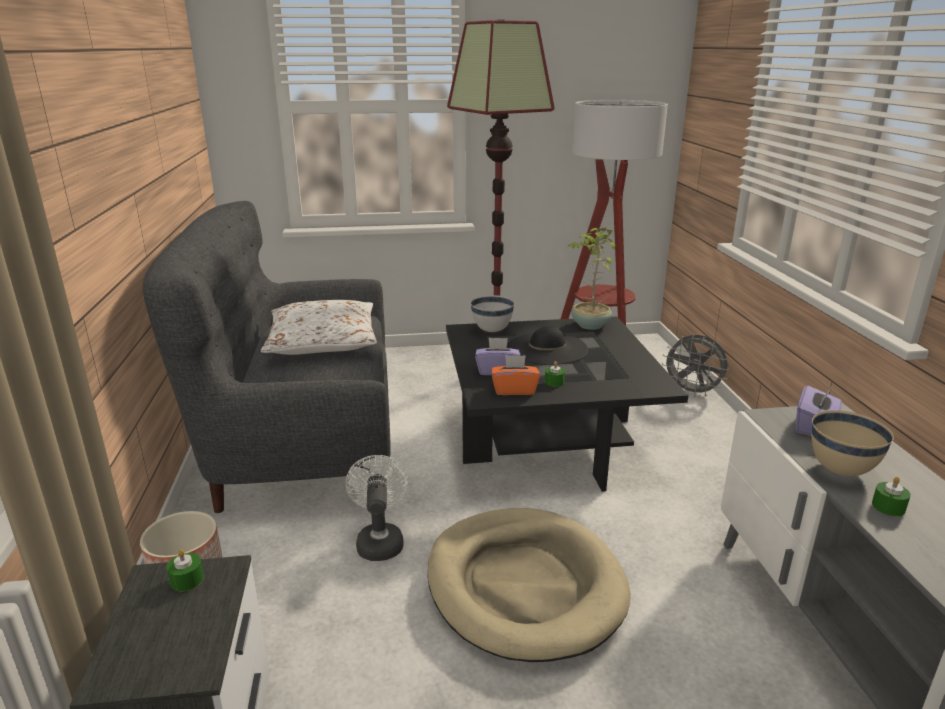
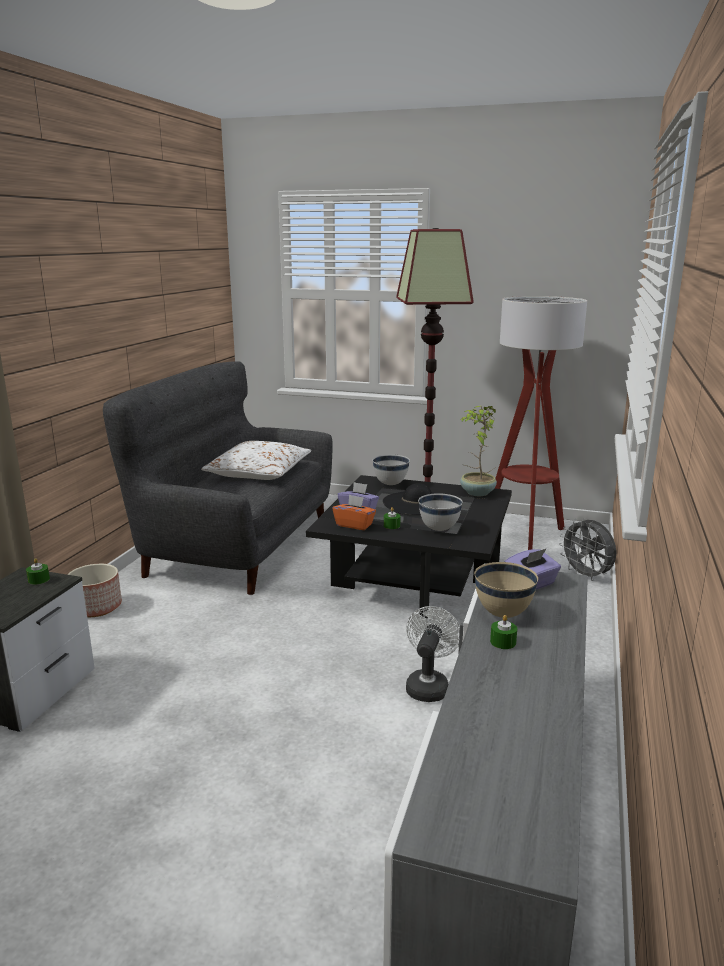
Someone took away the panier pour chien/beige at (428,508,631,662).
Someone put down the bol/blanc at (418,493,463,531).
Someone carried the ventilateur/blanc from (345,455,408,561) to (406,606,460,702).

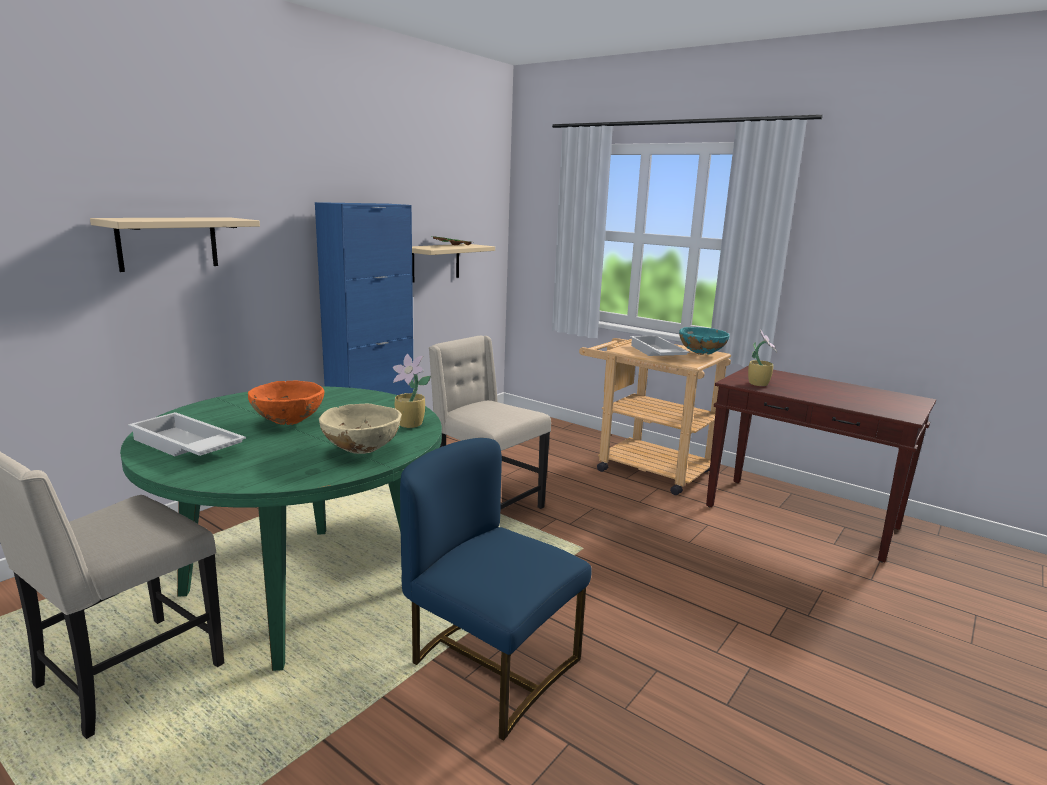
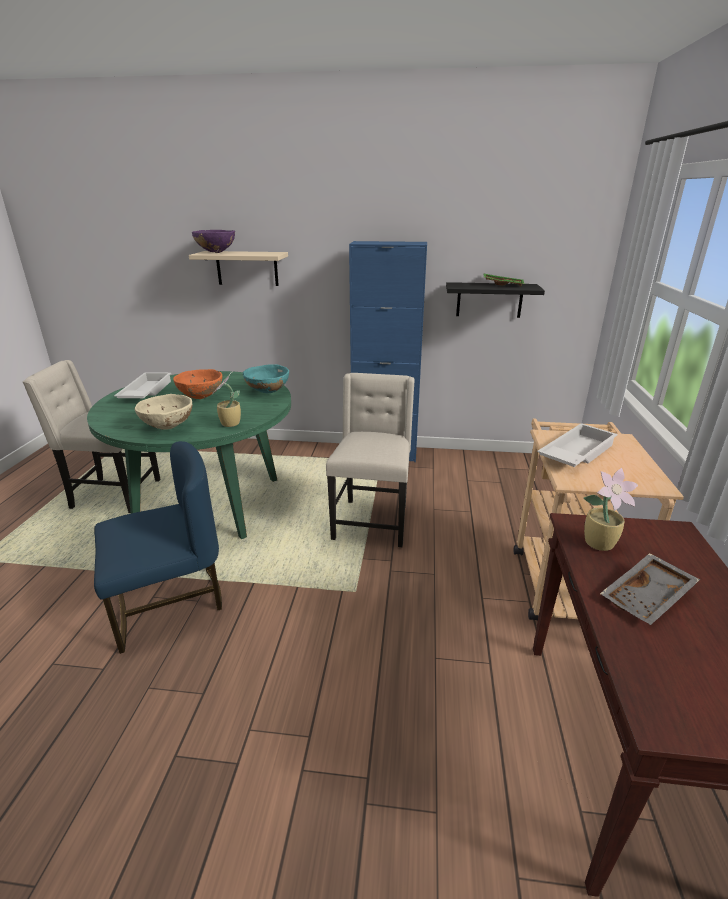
Someone put down the bol/violet at (192,230,235,253).
Someone put down the plateau/gris at (600,553,700,625).
Someone carried the bol/turquoise from (679,327,730,355) to (243,364,289,393).
Someone repainted the étagère/beige at (412,244,495,283), which became the étagère/noir at (446,282,545,318).
Someone rotated the chaise/bleu at (400,438,592,741) by 60 degrees clockwise.

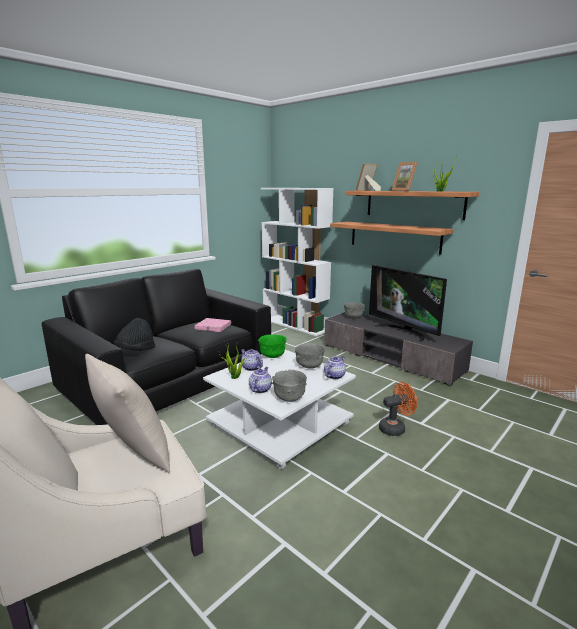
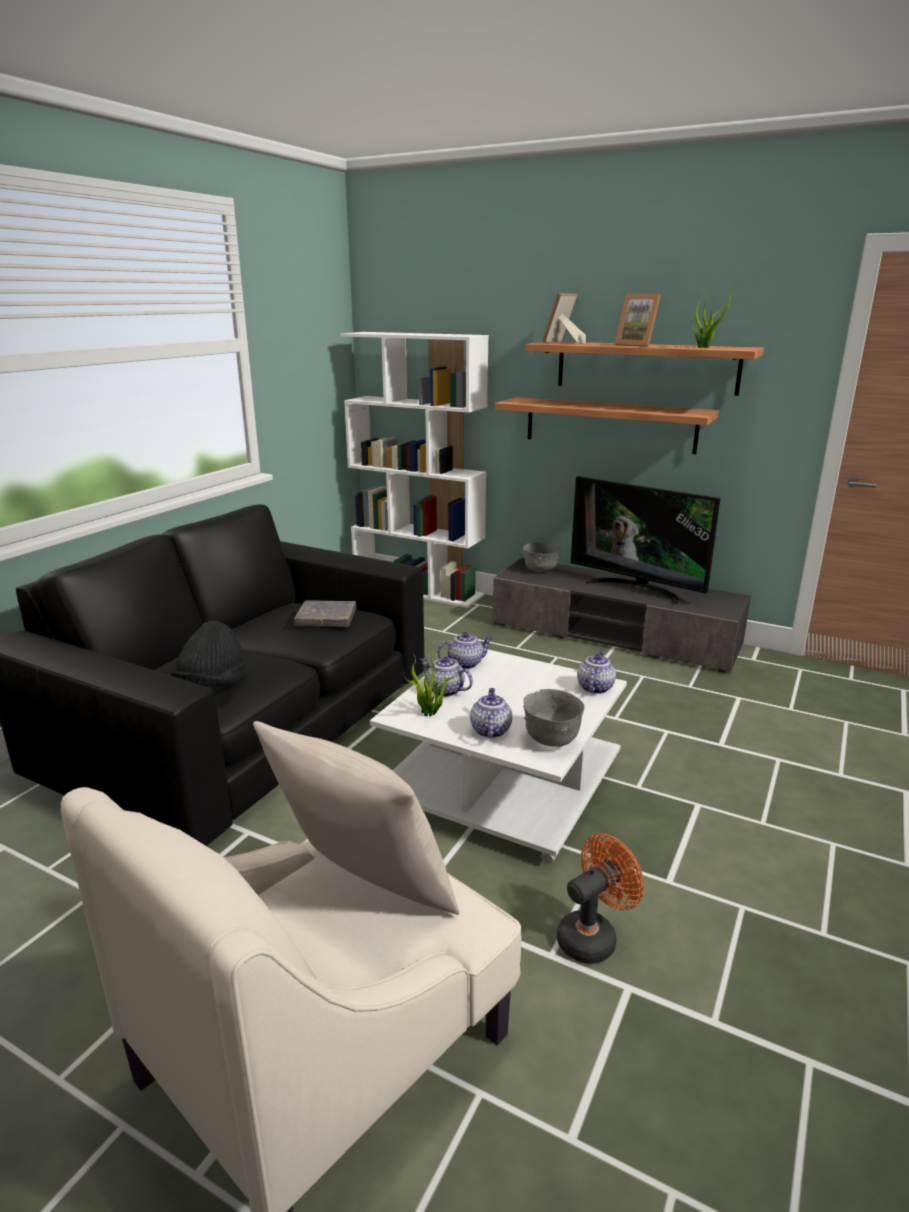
Someone took away the bol/gris at (295,343,325,369).
Someone carried the ventilateur/orange from (379,382,417,436) to (557,834,644,964).
Someone swapped the bol/vert at (258,335,287,358) for the théière at (437,632,493,669).
Someone repainted the livre/rose at (195,318,231,332), which became the livre/gris at (294,600,356,627).

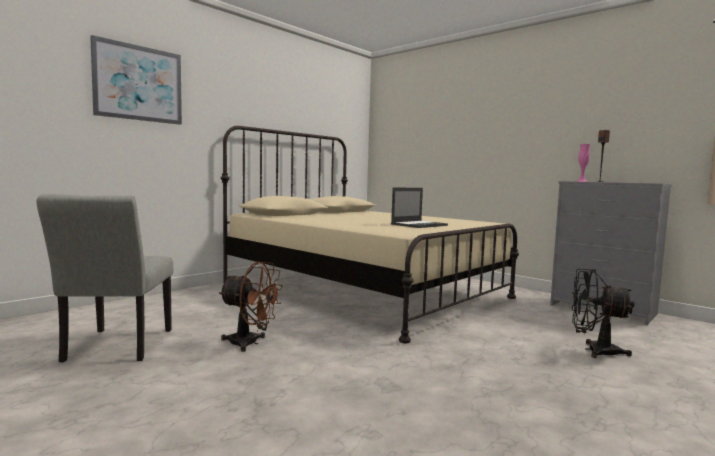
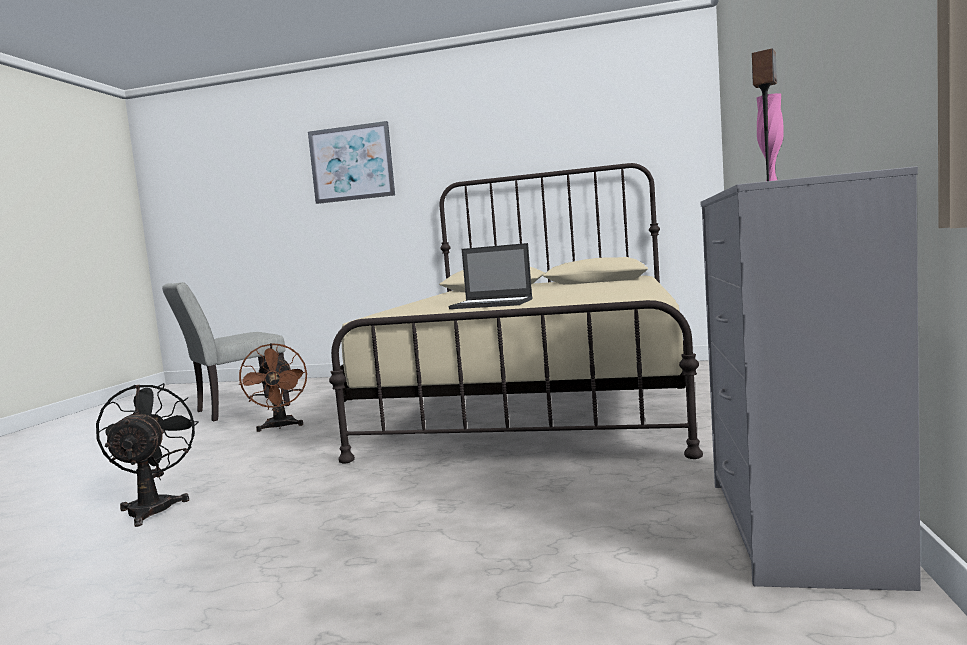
Someone carried the ventilateur/noir from (572,269,635,358) to (96,383,199,527).

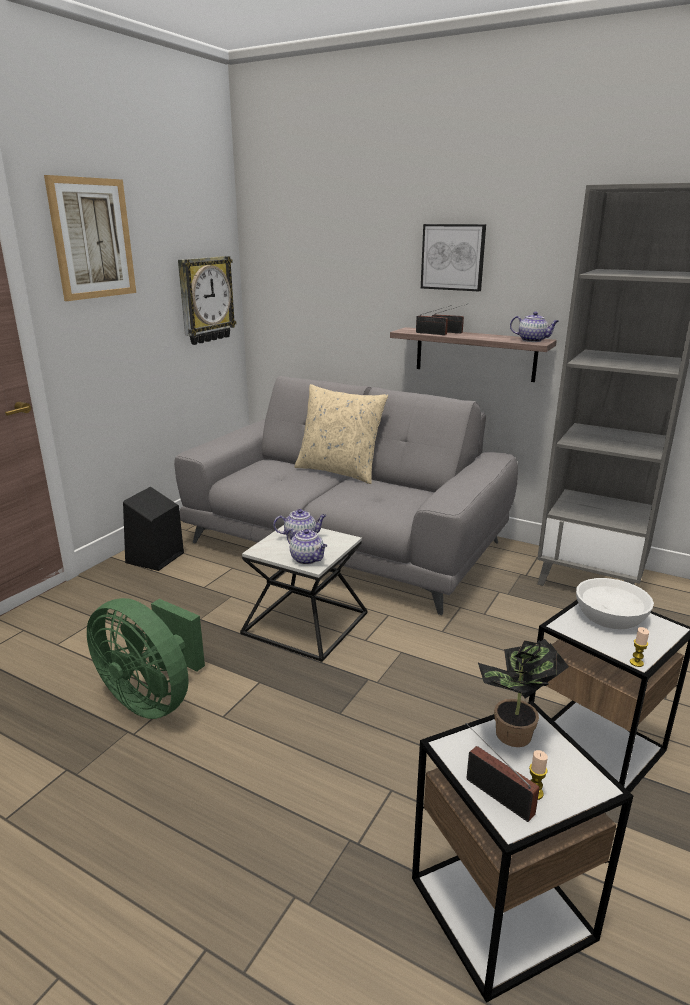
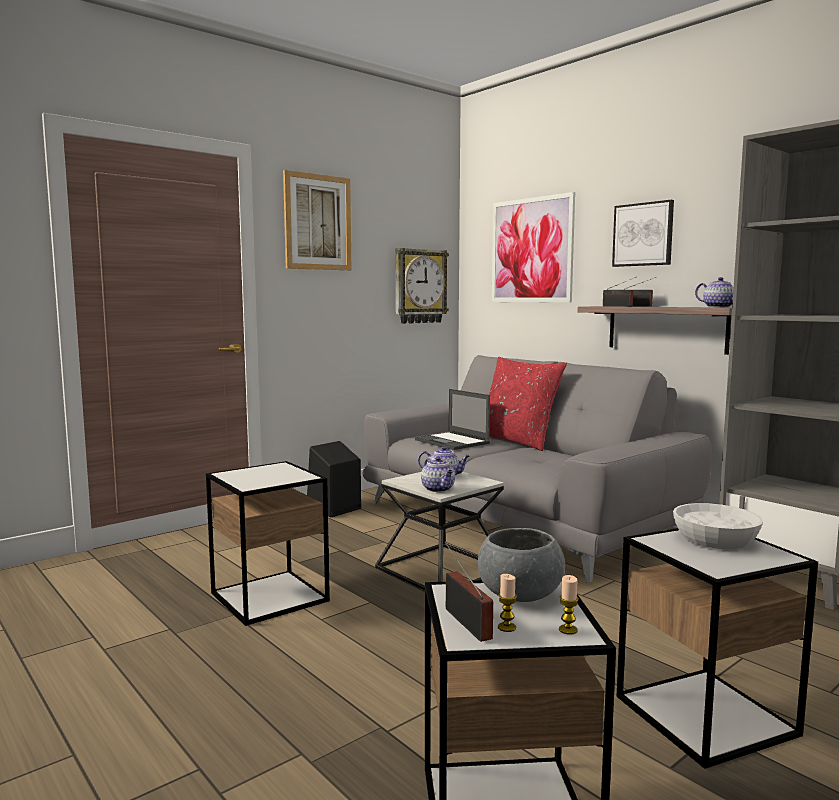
Someone put down the ordinateur portable at (415,389,490,450).
Someone put up the tableau at (492,192,575,303).
Someone carried the bougie from (630,627,649,667) to (559,575,579,635).
Someone swapped the ventilateur/vert at (87,598,205,719) for the table d'appoint at (206,461,330,626).
Someone swapped the plante en pot at (478,639,569,747) for the bol/gris at (478,528,565,602).
Someone repainted the coussin/beige at (294,384,388,484), which became the coussin/rouge at (489,357,567,451).

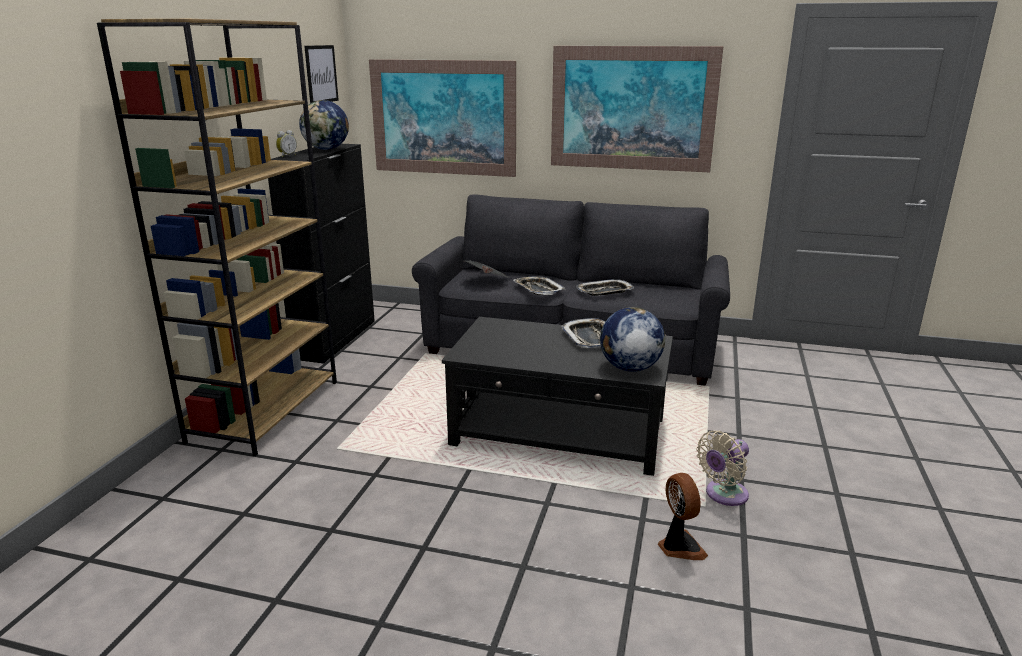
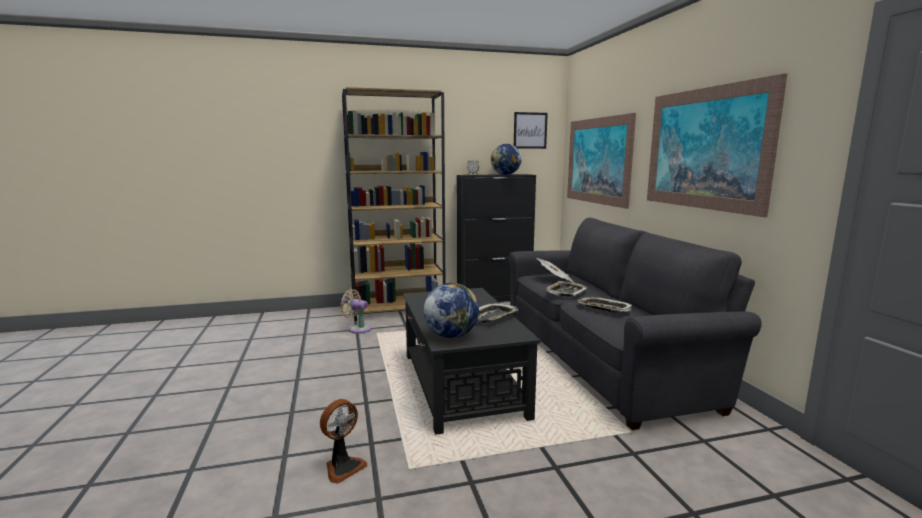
Someone carried the ventilateur/beige from (696,431,749,506) to (340,289,371,334).

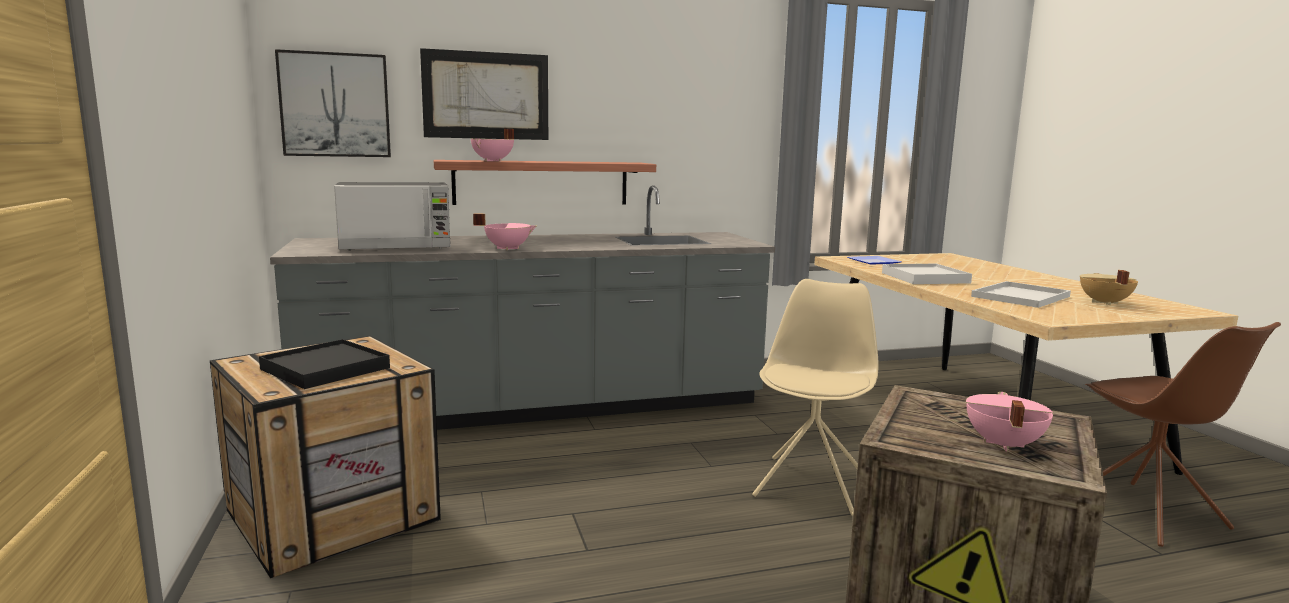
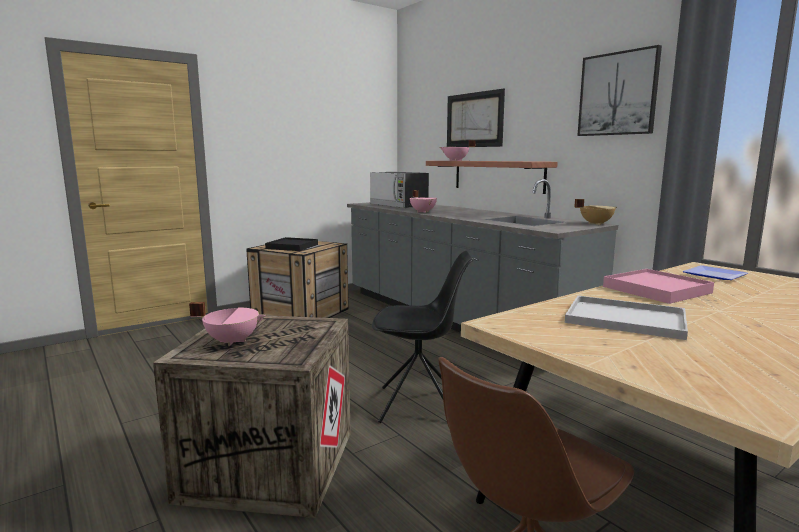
Someone carried the tableau from (275,49,391,157) to (577,45,662,136).
Someone carried the marmite/beige from (1080,270,1138,305) to (574,199,617,225).
Someone repainted the chaise/beige at (752,279,878,516), which became the chaise/noir at (372,251,474,423).
Someone repainted the plateau/blanc at (882,264,972,284), which became the plateau/rose at (603,269,714,304).

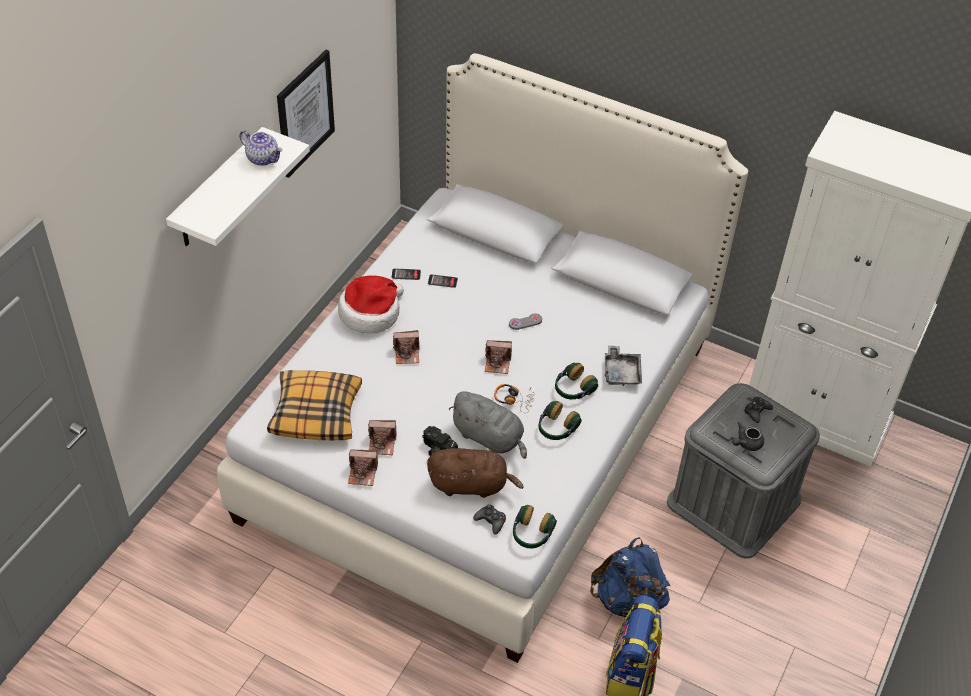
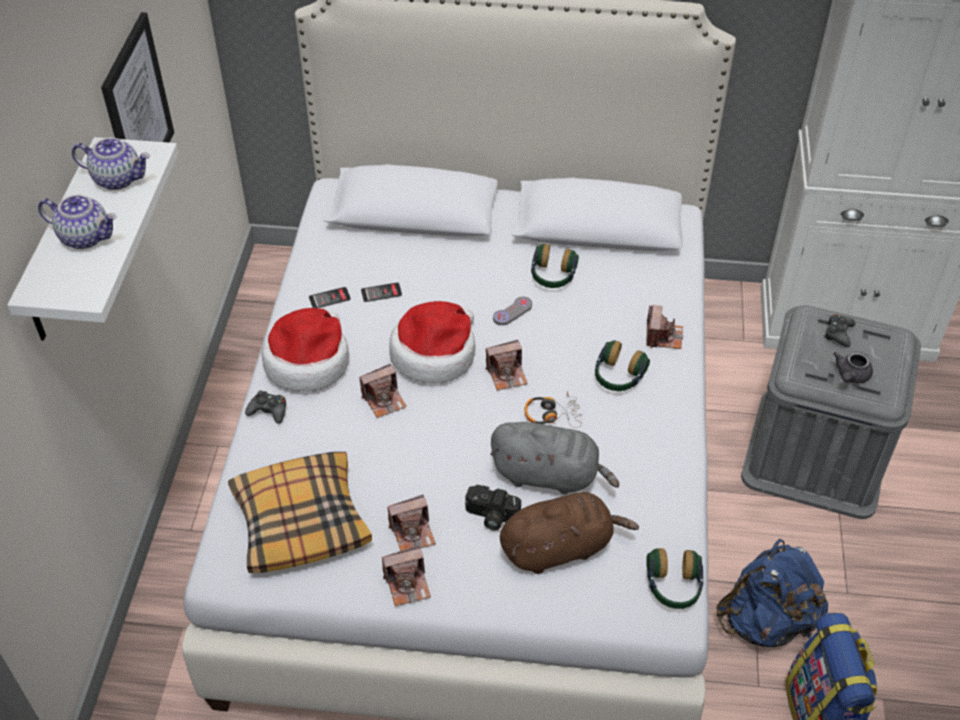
Someone put down the théière at (38,195,117,249).
Someone put down the chapeau at (389,301,475,383).
Someone carried the manette/noir from (473,504,506,535) to (245,391,286,424).
Someone carried the casque audio from (538,401,582,440) to (531,244,579,288).
Someone swapped the plateau/gris at (605,346,642,386) for the appareil photo at (646,305,683,349).

